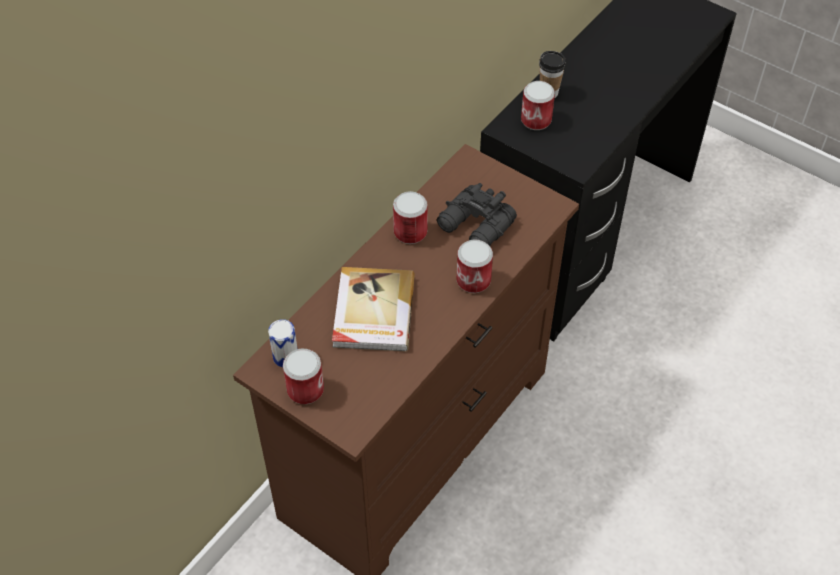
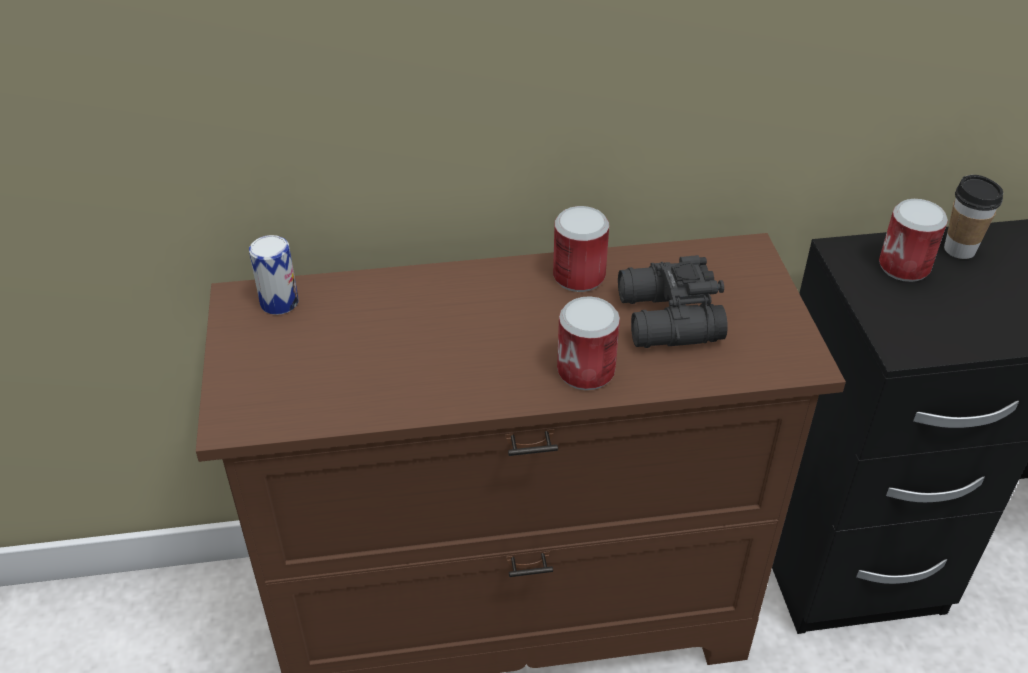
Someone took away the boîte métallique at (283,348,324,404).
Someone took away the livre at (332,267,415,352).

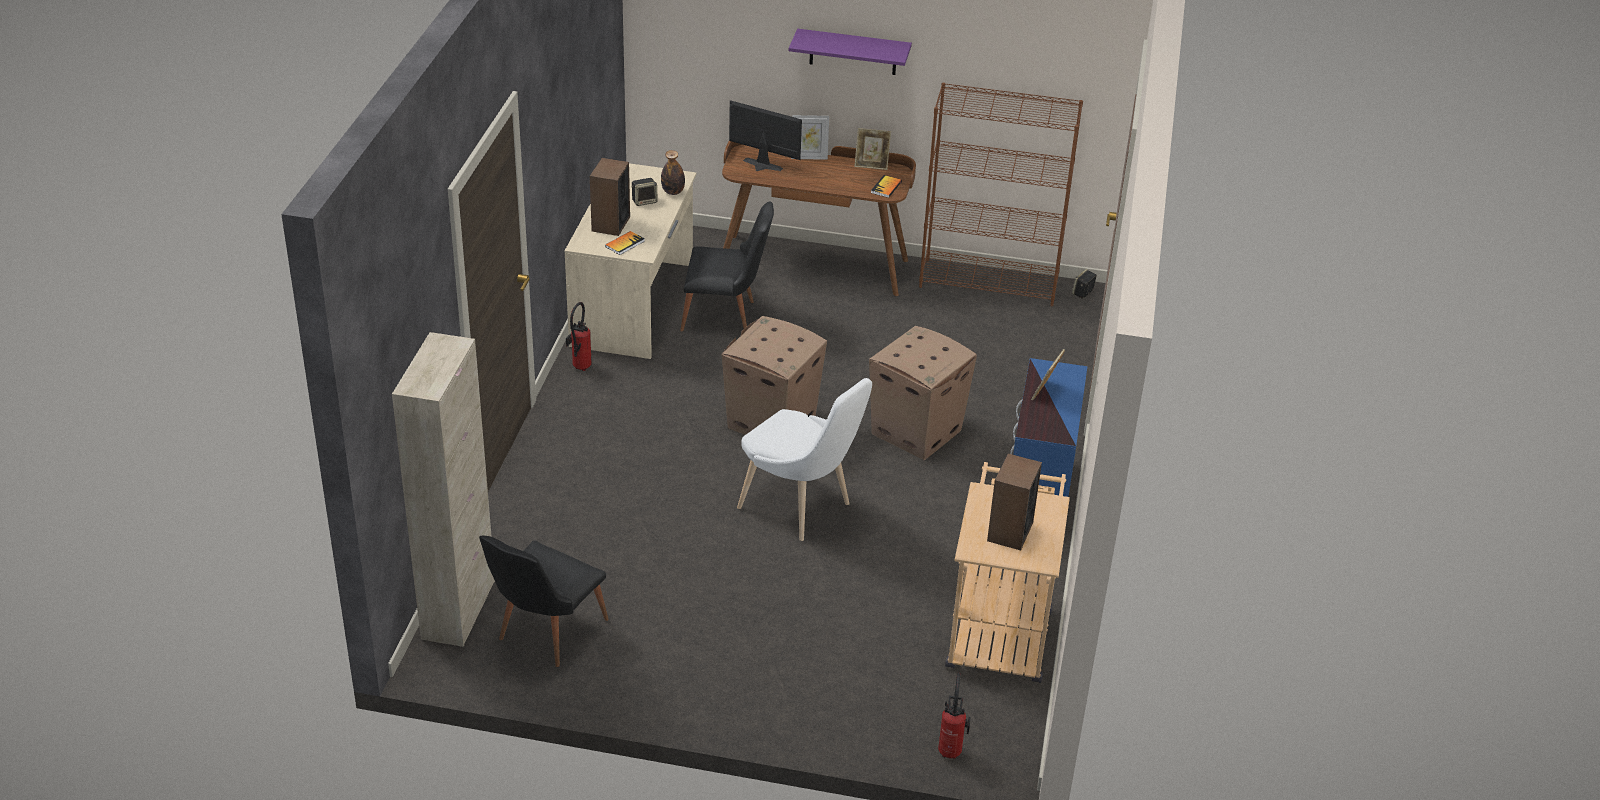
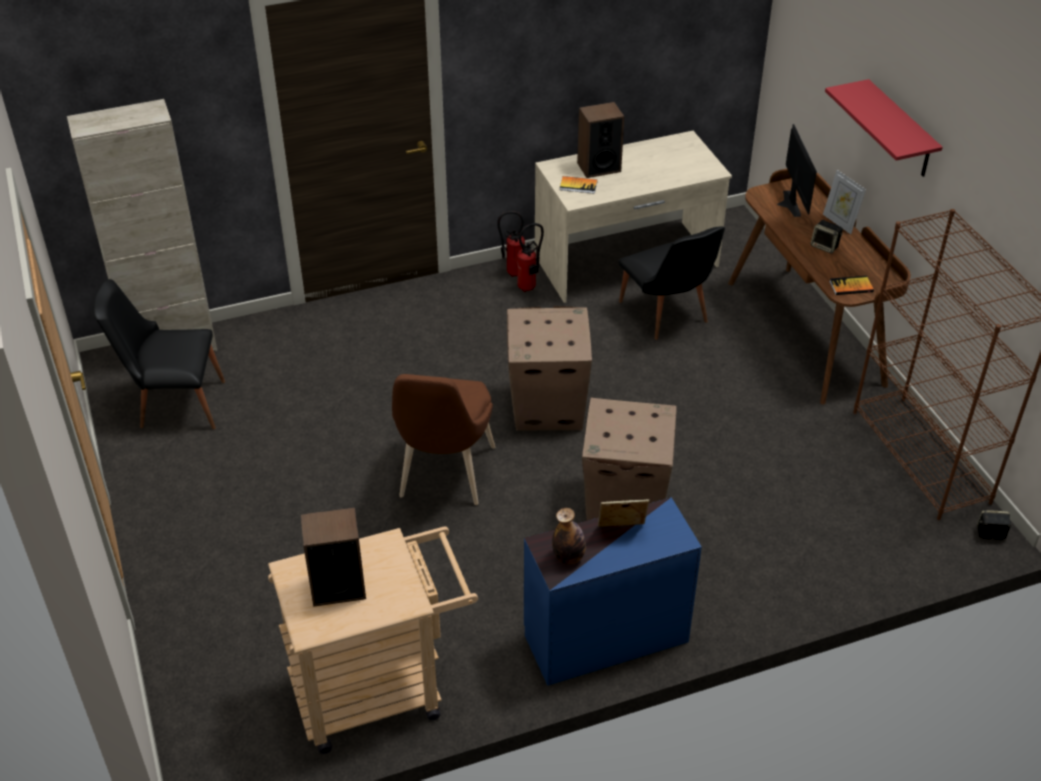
Someone took away the cadre photo at (854,128,891,170).
Someone carried the enceinte from (631,178,657,206) to (810,220,843,254).
Someone carried the bouteille from (661,150,685,195) to (552,508,586,564).
Someone carried the extincteur from (938,672,970,759) to (517,223,544,292).
Someone repainted the chaise/blanc at (737,378,872,541), which became the chaise/marron at (392,374,495,505).
Someone repainted the étagère/violet at (788,29,912,75), which became the étagère/rouge at (825,79,943,177).

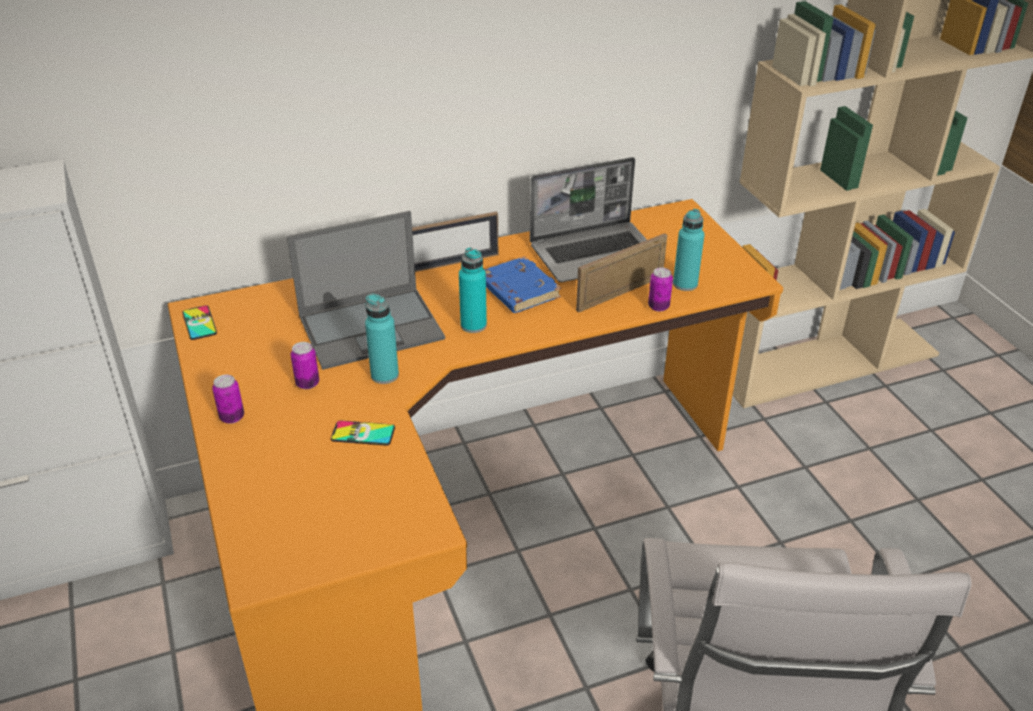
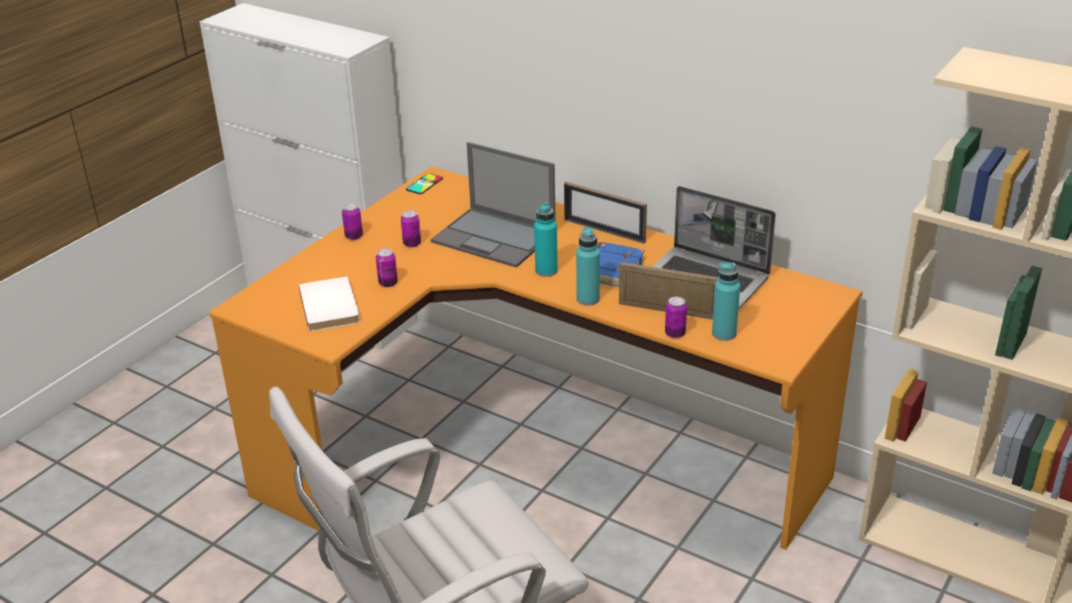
Someone put down the livre/blanc at (299,277,360,332).
Someone carried the bouteille/turquoise from (365,294,399,384) to (576,227,600,306).
Someone swapped the téléphone at (331,420,395,446) for the boîte métallique at (376,248,398,287).

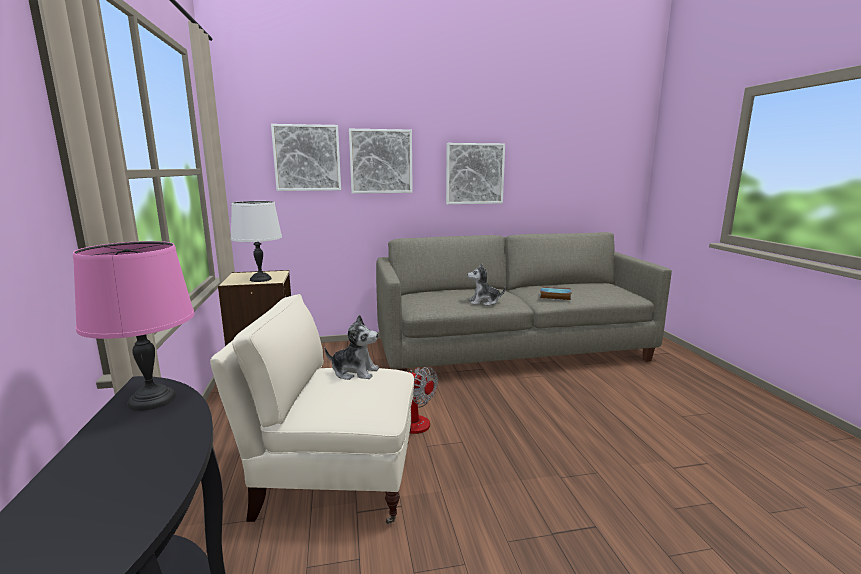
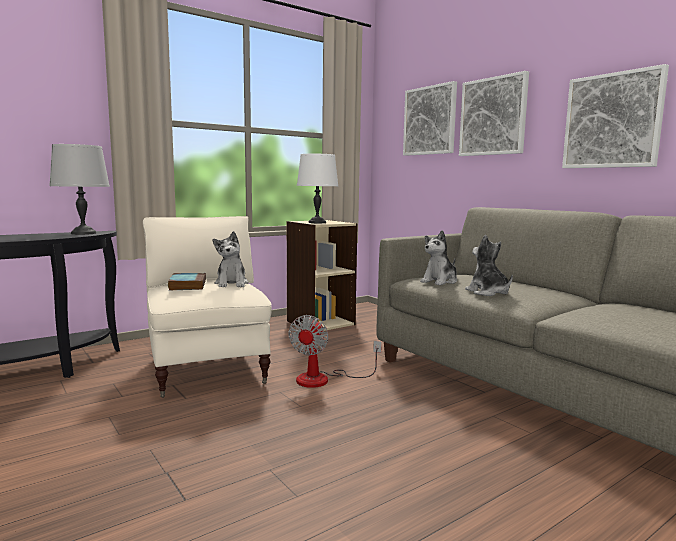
Someone put down the peluche at (420,230,457,285).
Someone carried the livre from (540,286,572,300) to (168,273,206,290).
Someone repainted the lampe de table/rose at (73,241,194,411), which became the lampe de table/gris at (49,144,110,235).

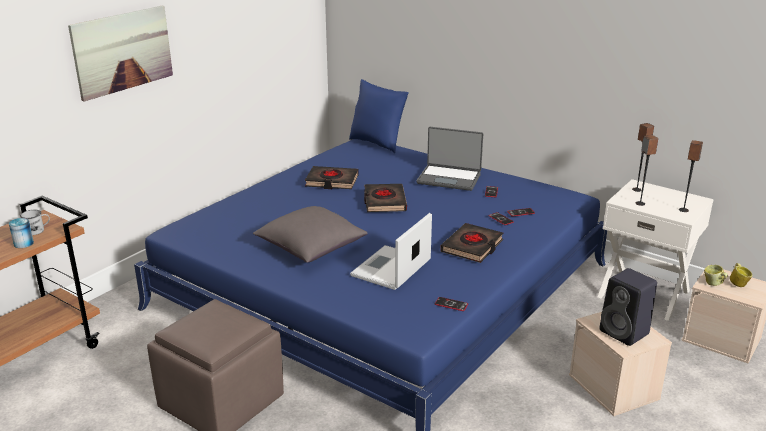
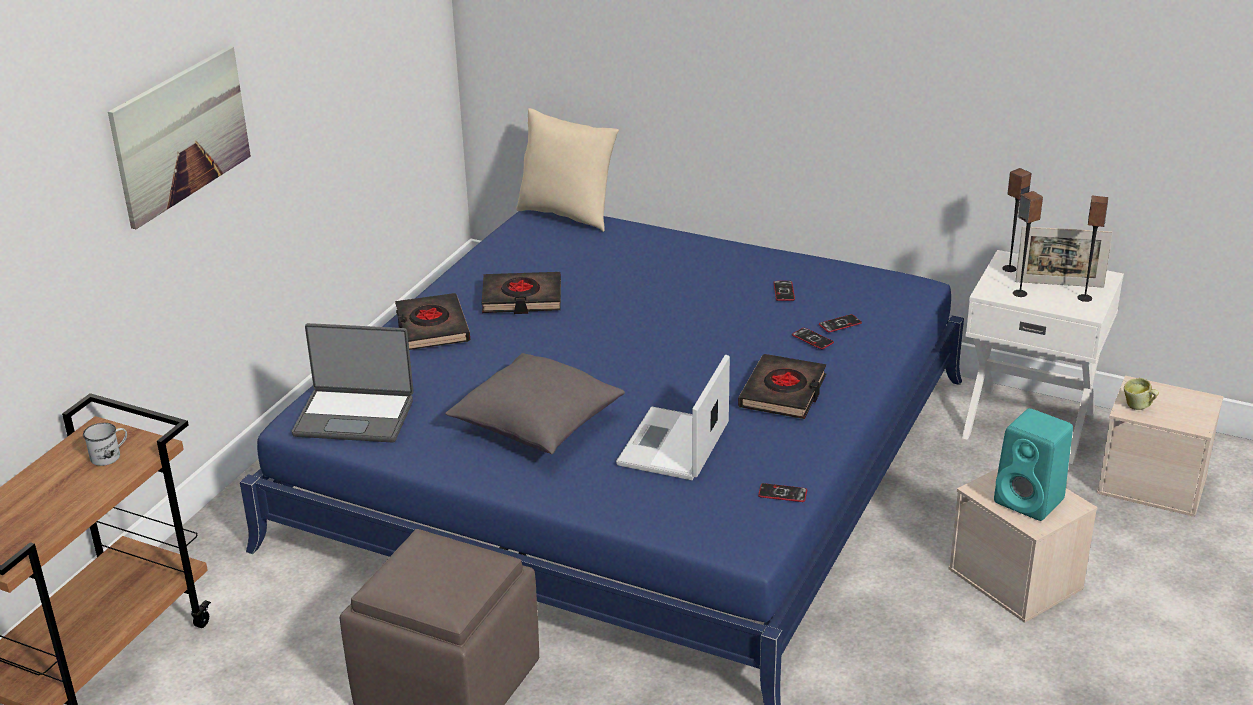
Someone took away the boîte métallique at (9,218,34,248).
Someone took away the mug at (730,263,752,287).
Someone put down the cadre photo at (1015,226,1113,288).
Someone carried the livre/noir from (364,184,407,212) to (395,293,470,350).
Someone carried the ordinateur portable from (416,127,483,191) to (292,323,414,443).
Someone repainted the coussin/bleu at (349,79,409,153), which became the coussin/beige at (516,108,619,232).
Someone repainted the enceinte/noir at (599,268,657,346), which became the enceinte/turquoise at (994,408,1073,521).

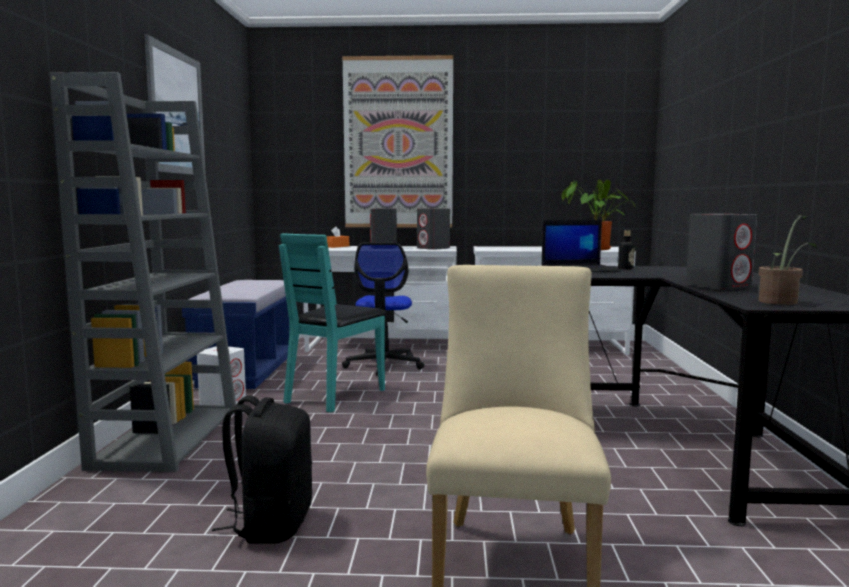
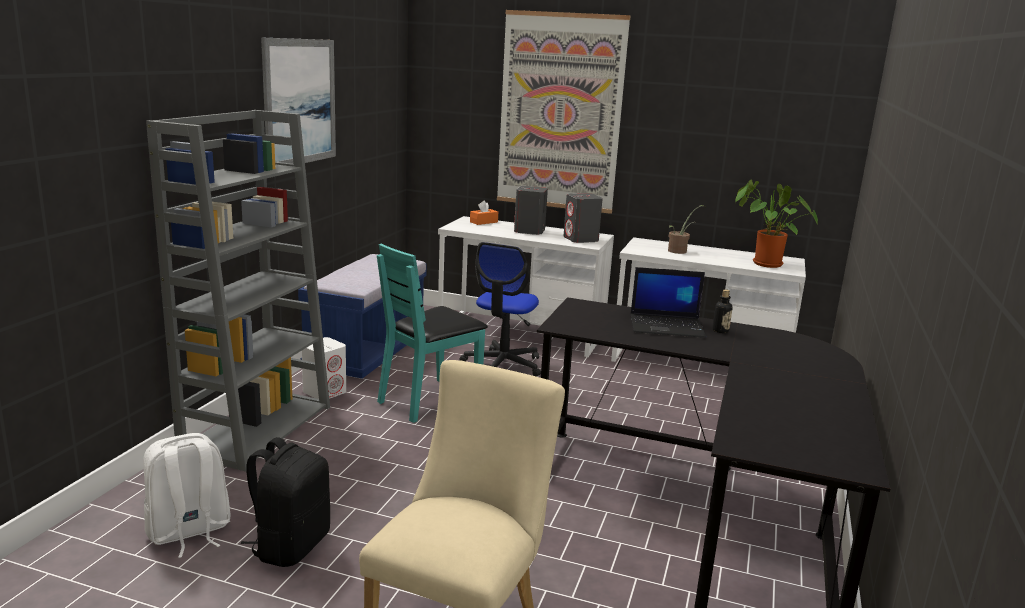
Someone took away the enceinte/gris at (686,214,757,290).
Someone put down the sac à dos/blanc at (143,433,231,558).
Someone carried the plante en pot from (758,215,817,305) to (668,205,706,254).

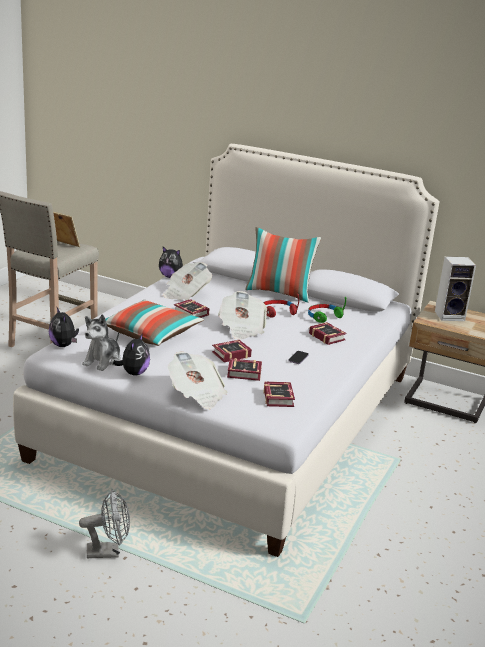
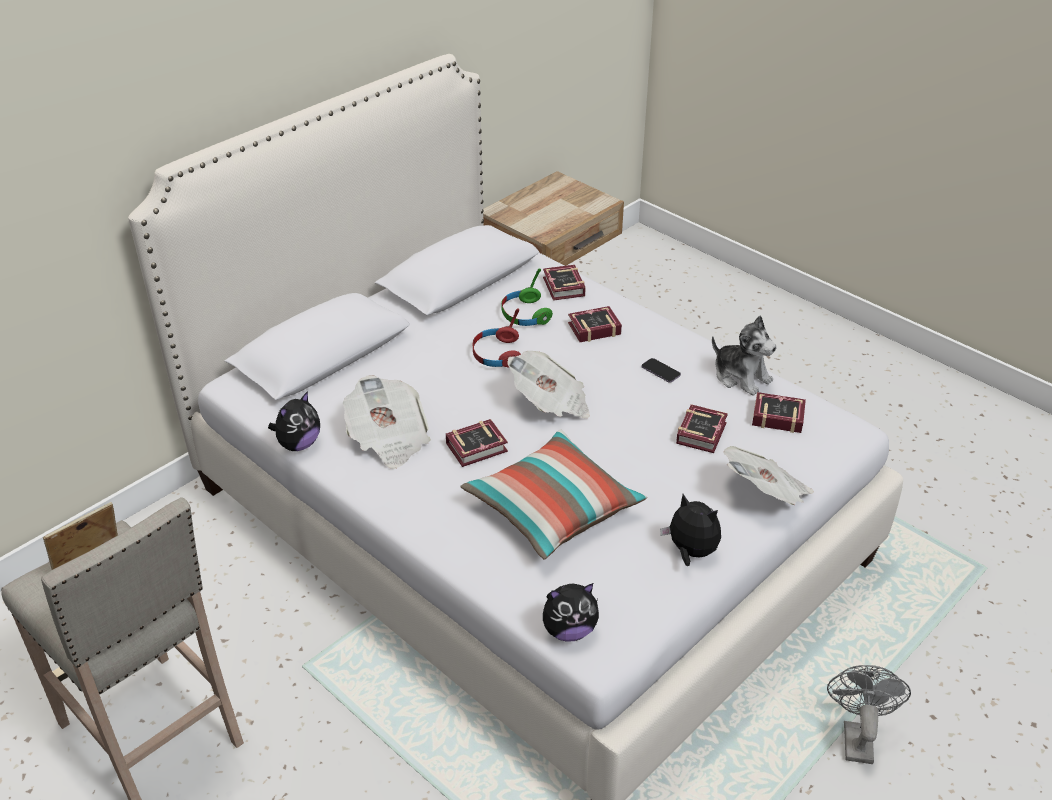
Someone took away the coussin at (245,227,321,303).
Someone took away the enceinte at (435,256,476,321).
Someone carried the peluche from (82,314,121,371) to (712,316,777,396).
Someone carried the livre from (212,340,252,362) to (543,265,586,301).

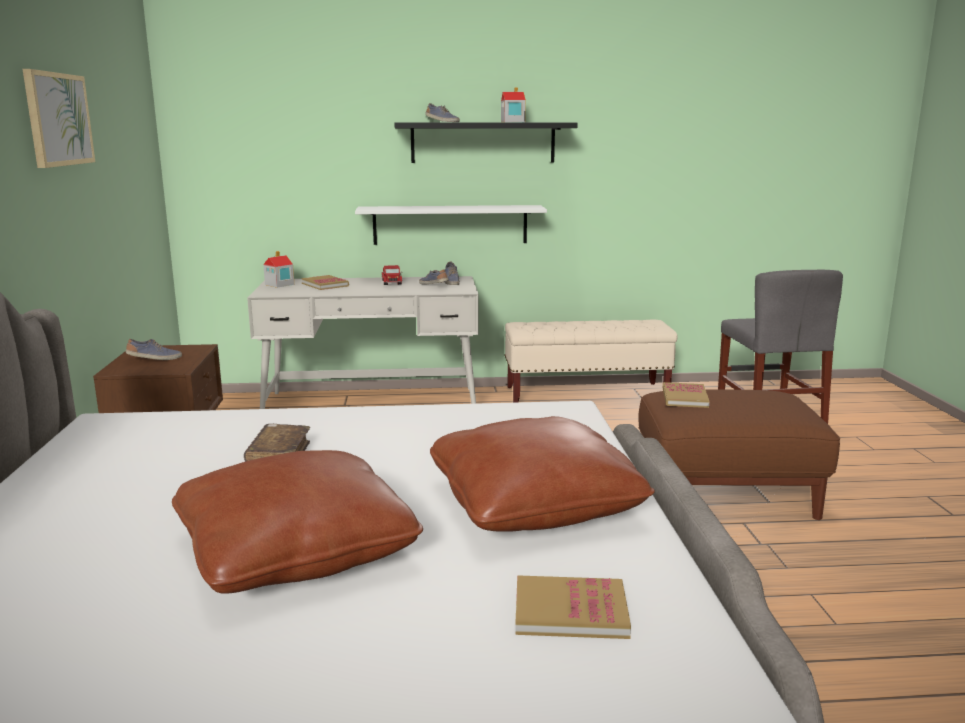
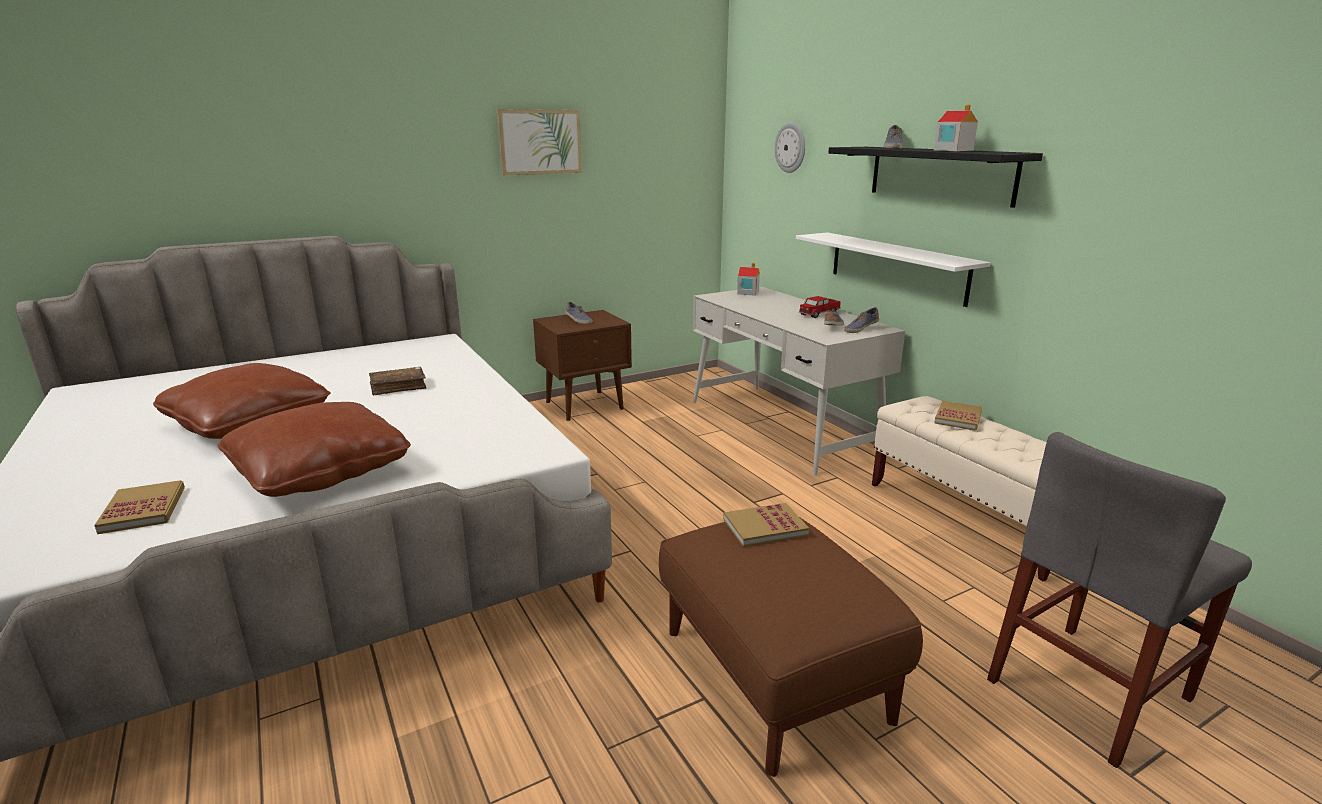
Someone put up the horloge murale at (775,123,805,173).
Someone carried the livre from (302,275,349,290) to (934,401,982,431).

